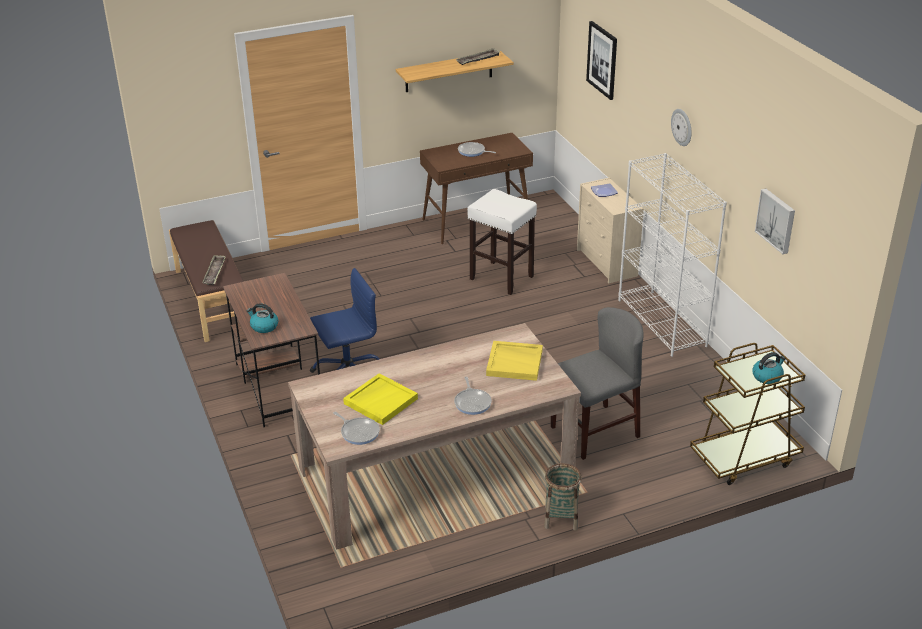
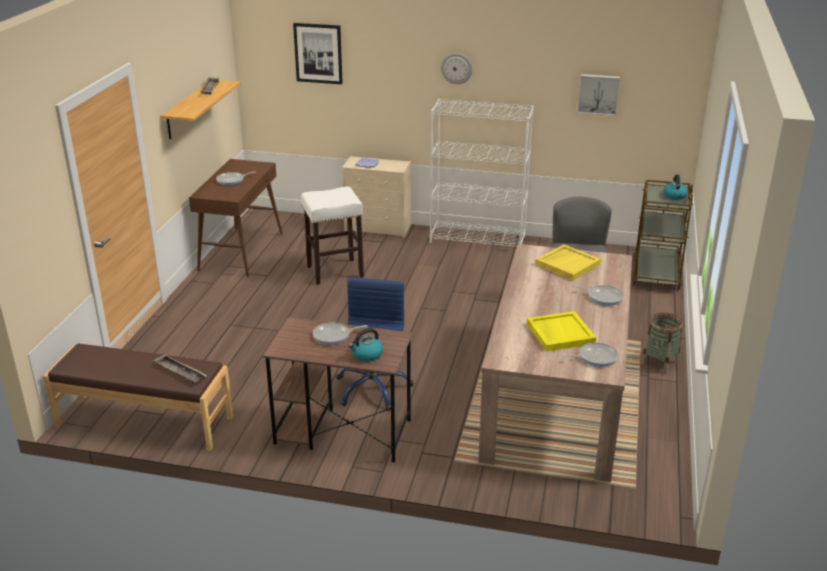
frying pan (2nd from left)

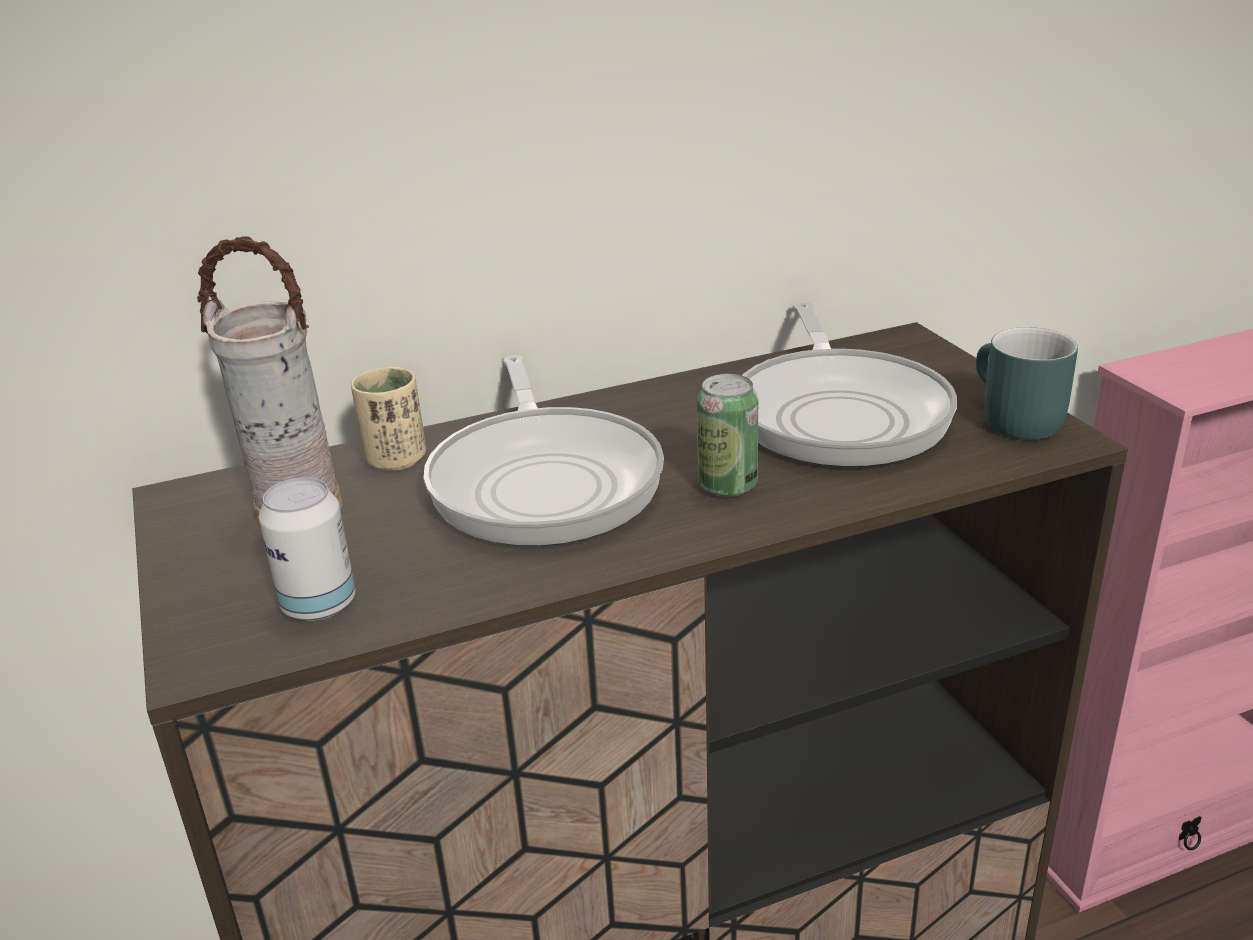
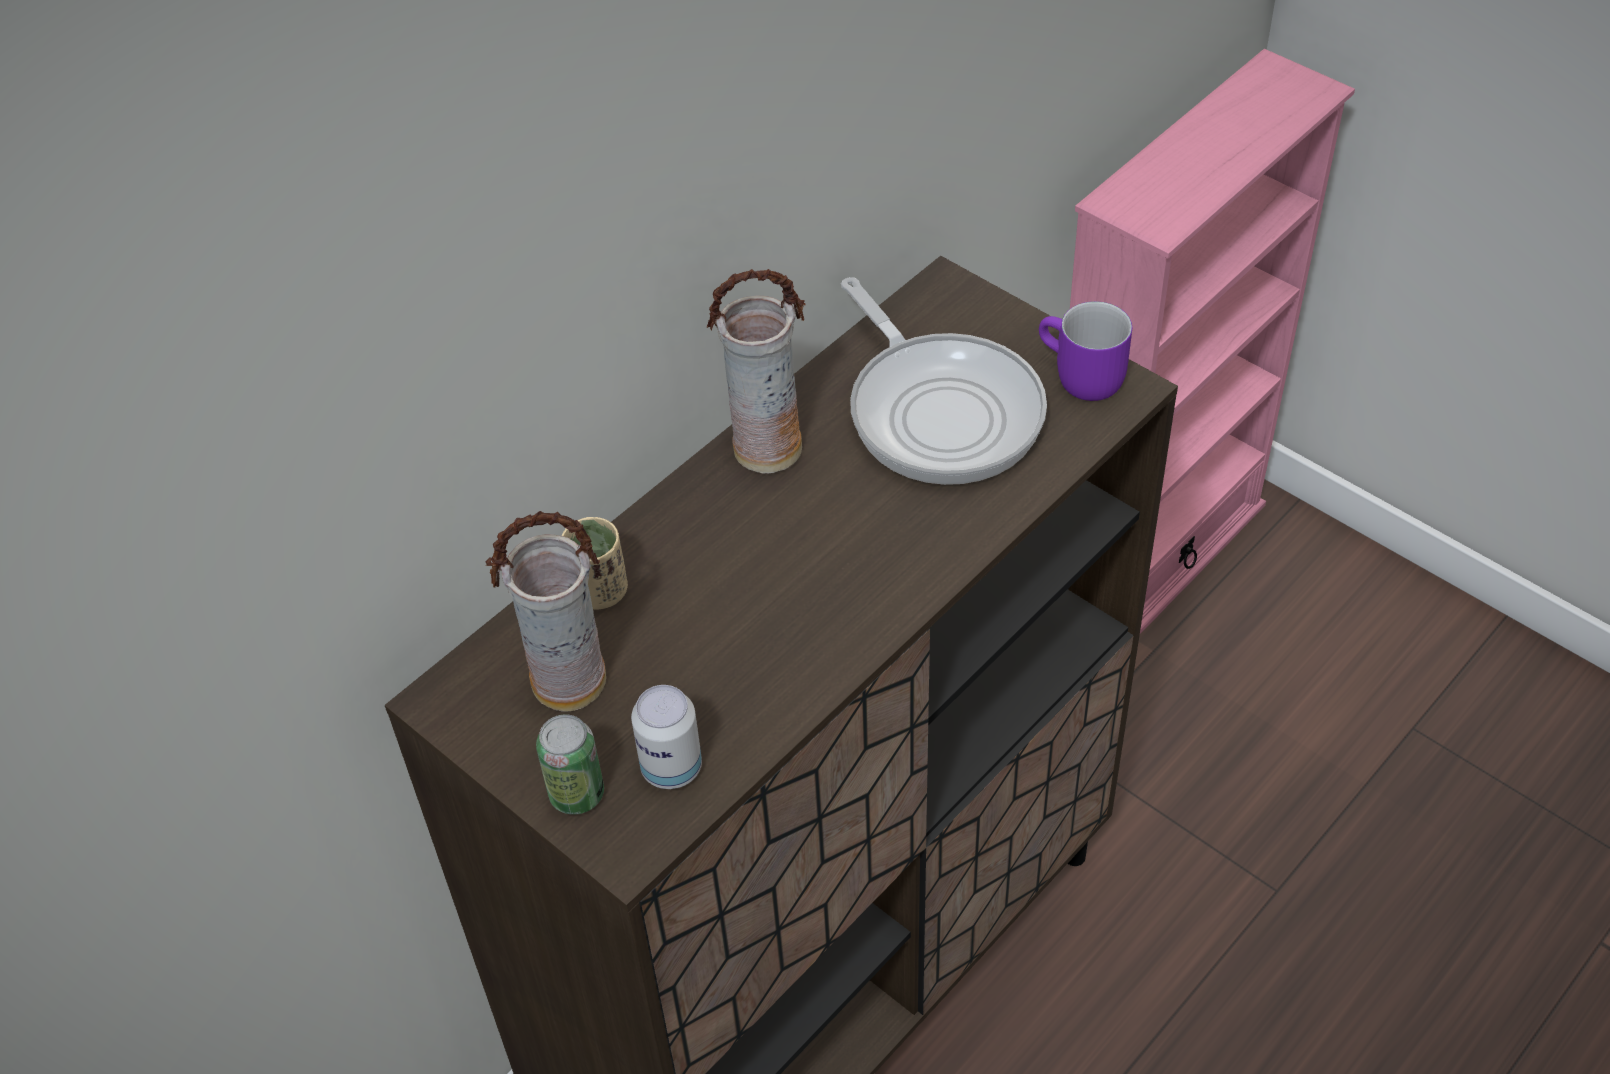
frying pan (1st from left in the first image)
decorative vase (2nd from left)
metal can (1st from left)
purple-coloured coffee mug

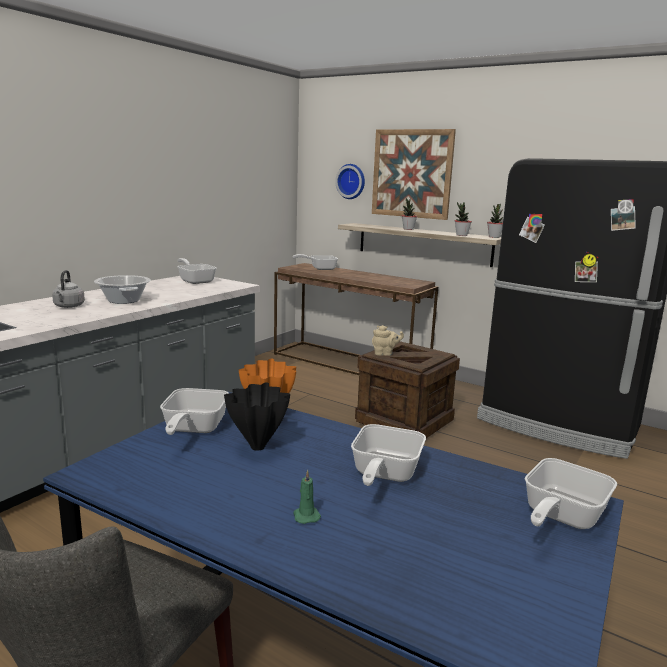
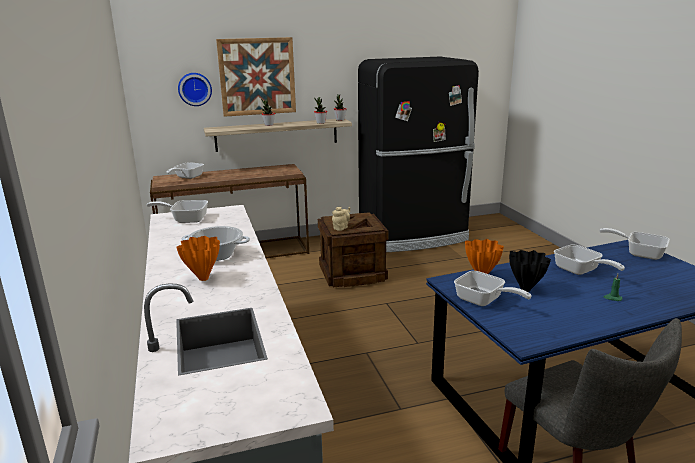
orange-coloured decorative vase (1st from left)
frying pan (5th from left)

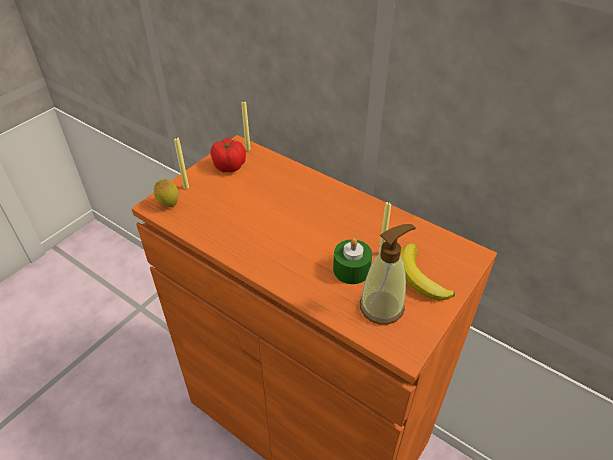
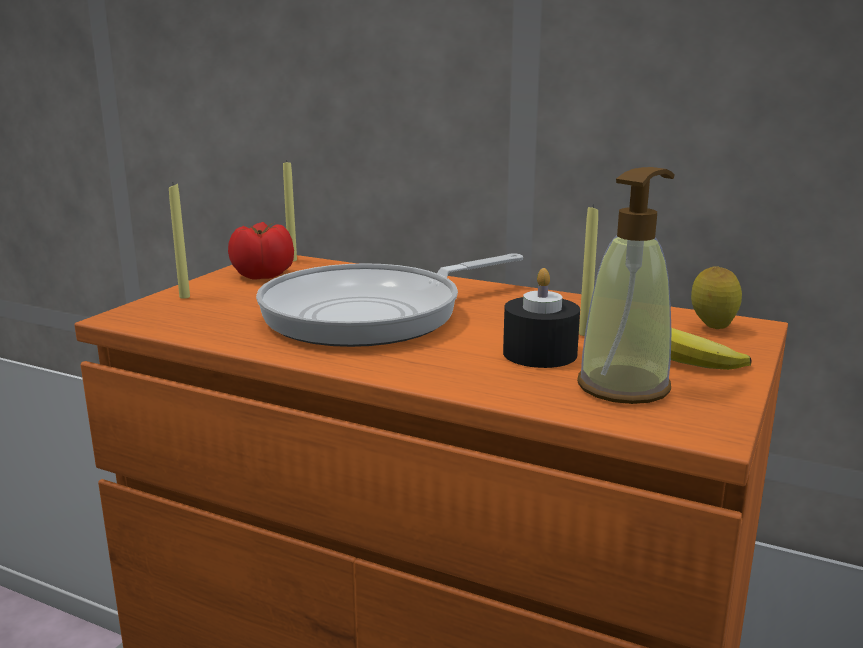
frying pan
citrus fruit
black wax light

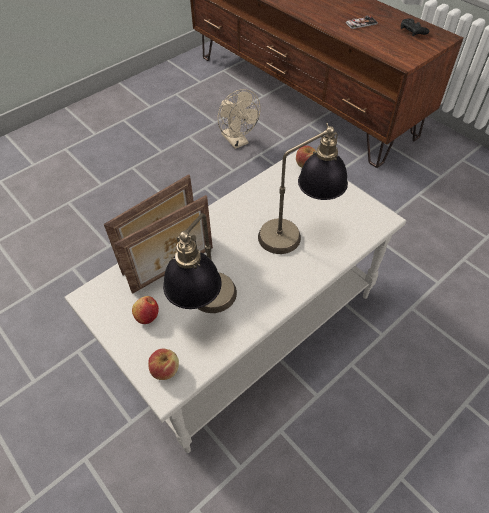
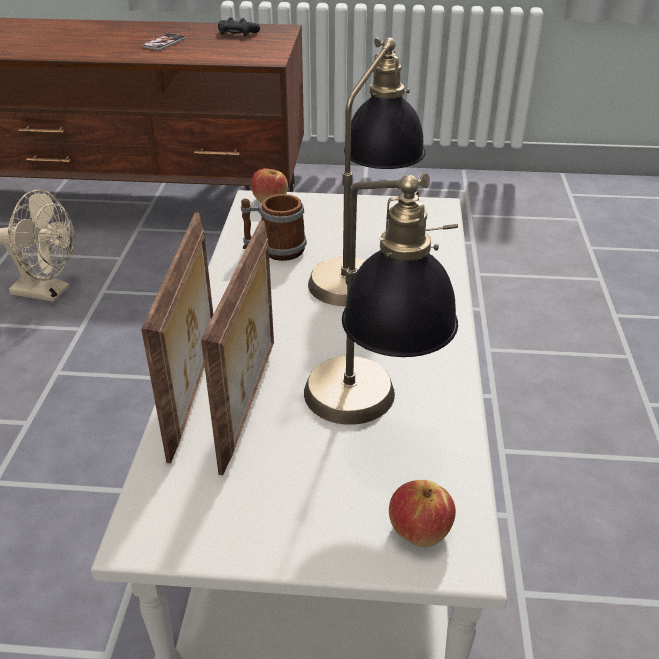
apple (1st from left in the first image)
coffee mug

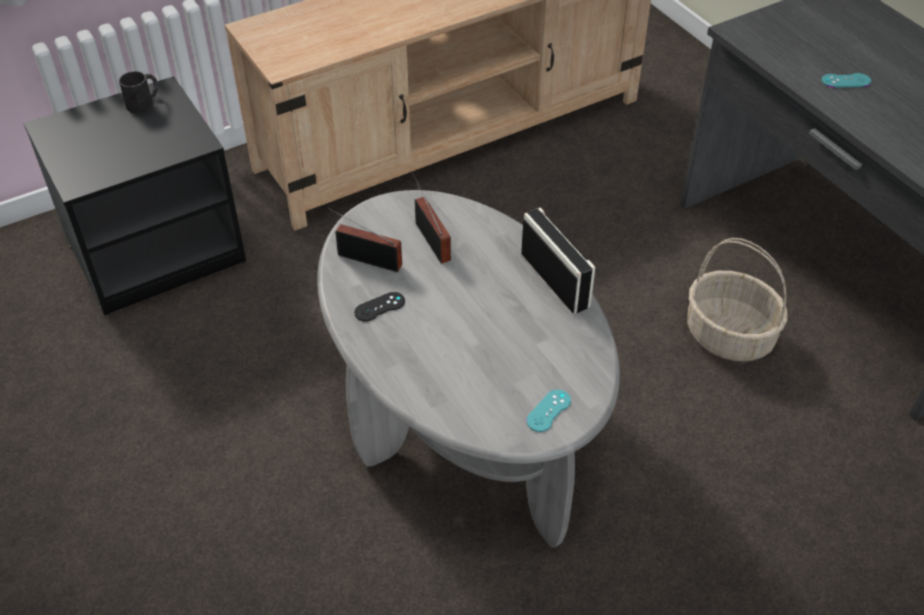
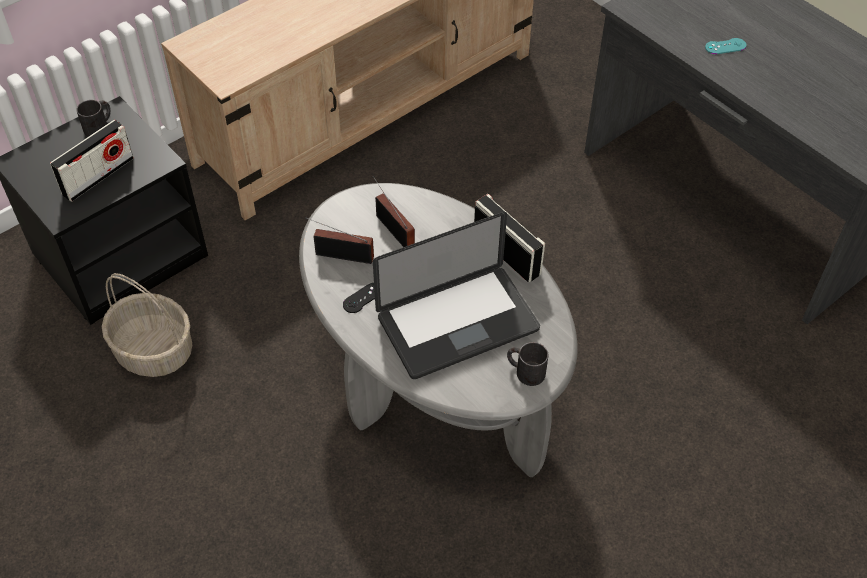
radio (1st from left)
notebook computer
storage basket
black coffee mug (2nd from left)

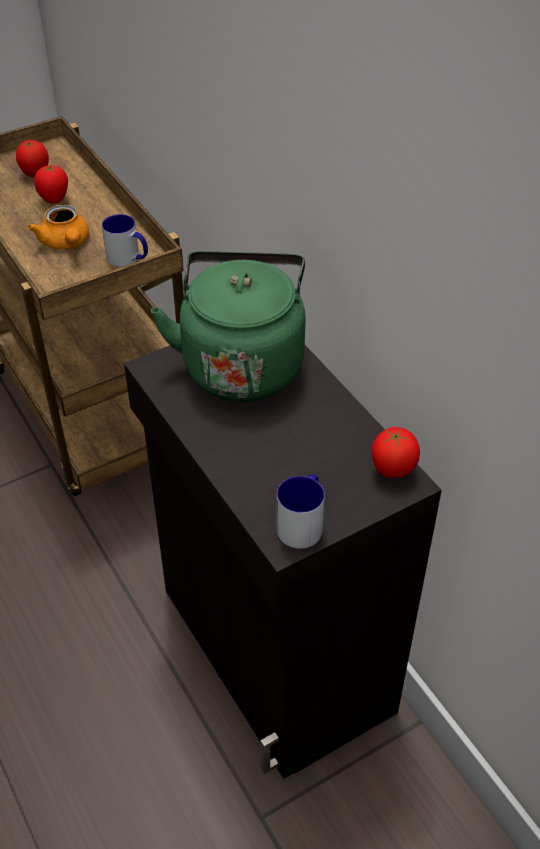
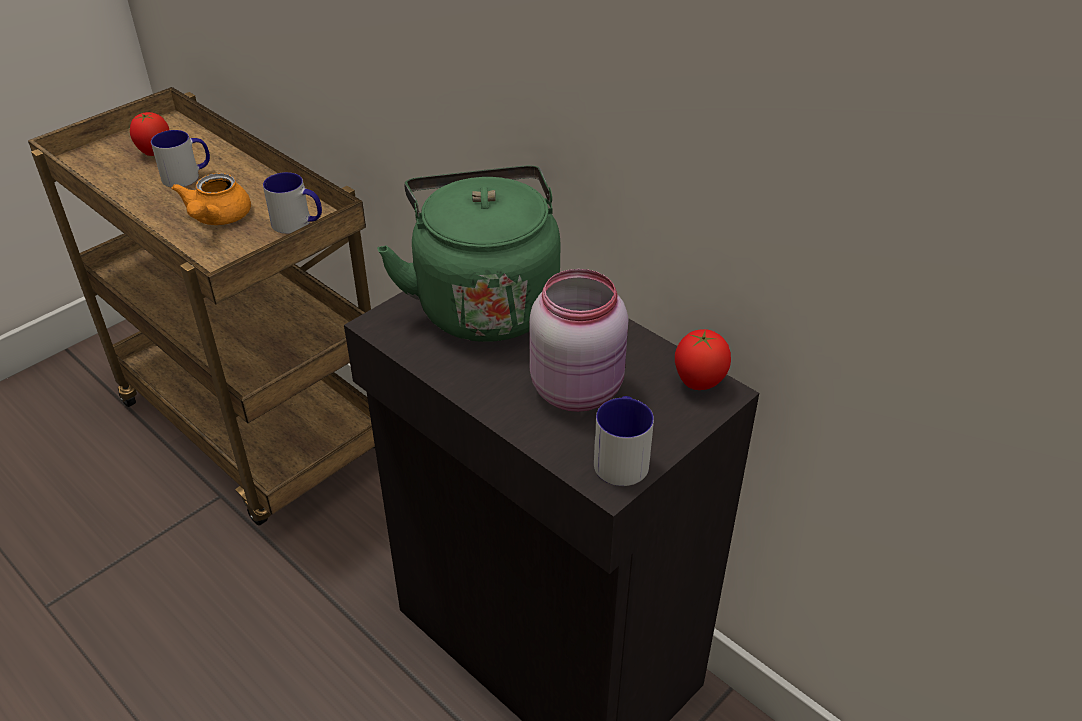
pink preserve jar
coffee mug (1st from left)
orange-coloured teapot

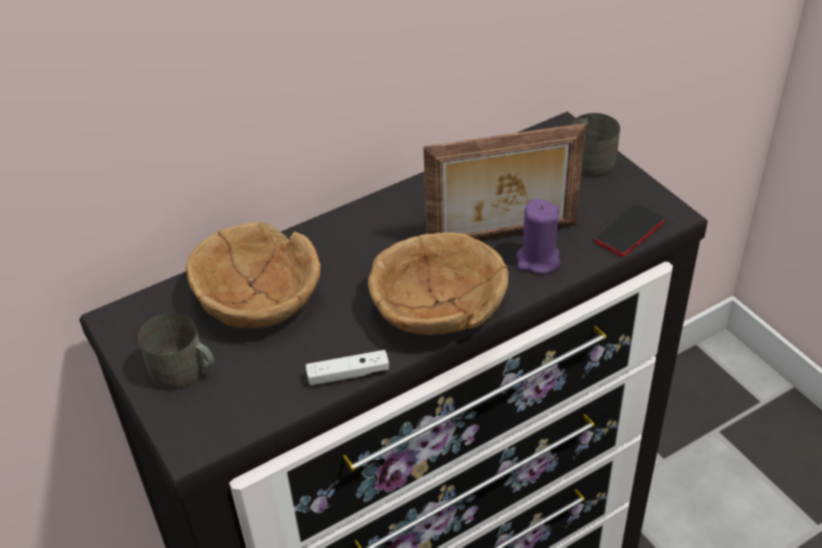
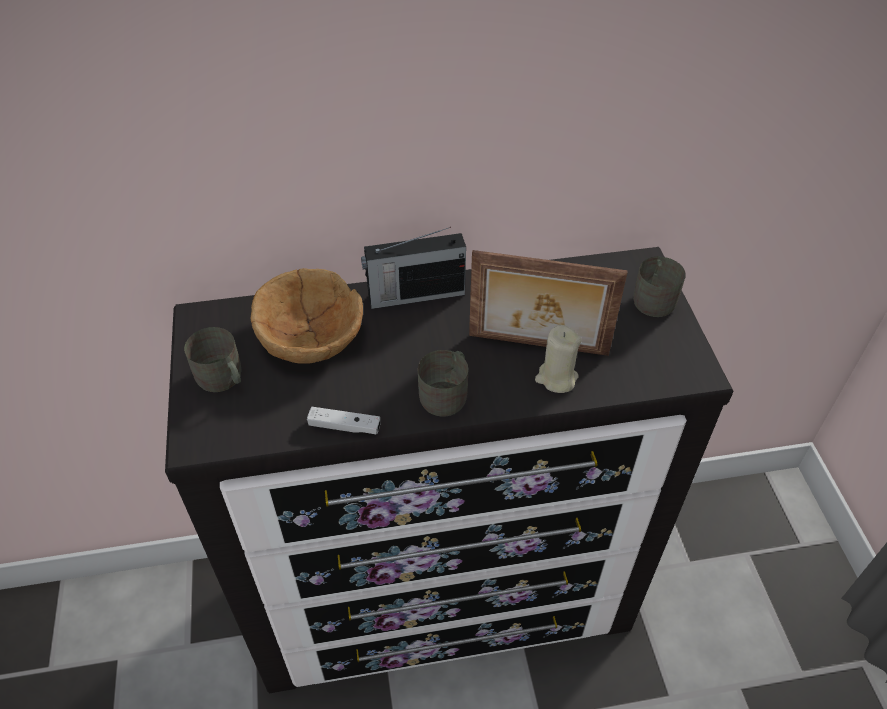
telephone
radio
greyish coffee mug (2nd from left)
beige wax light

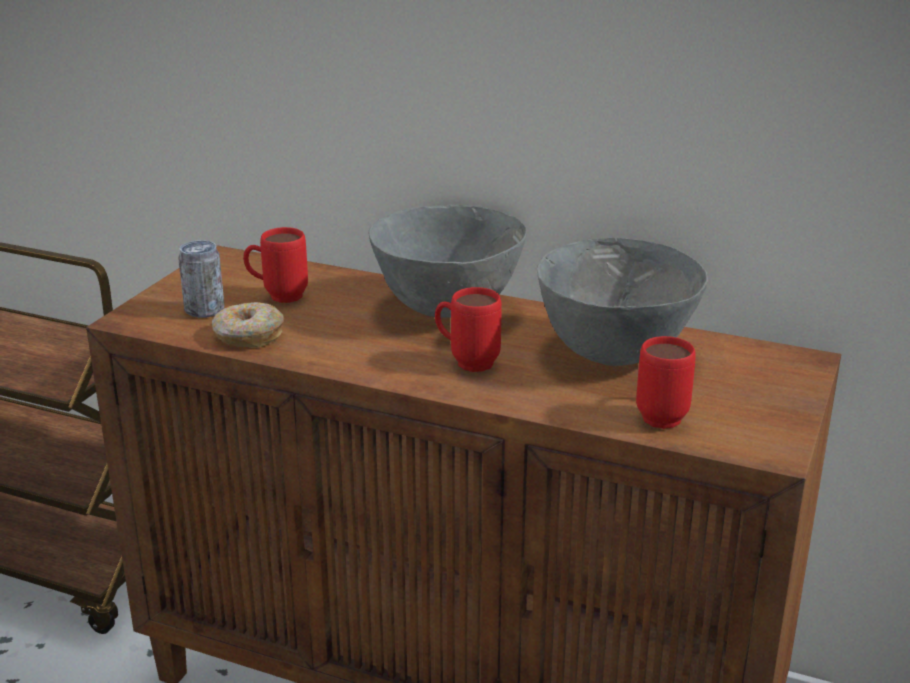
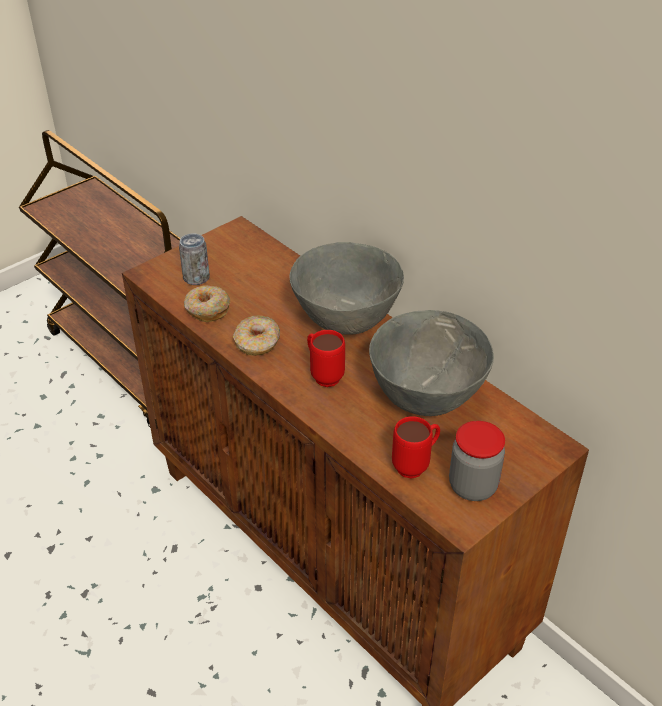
red coffee mug (1st from left in the first image)
ring doughnut (2nd from left)
preserve jar

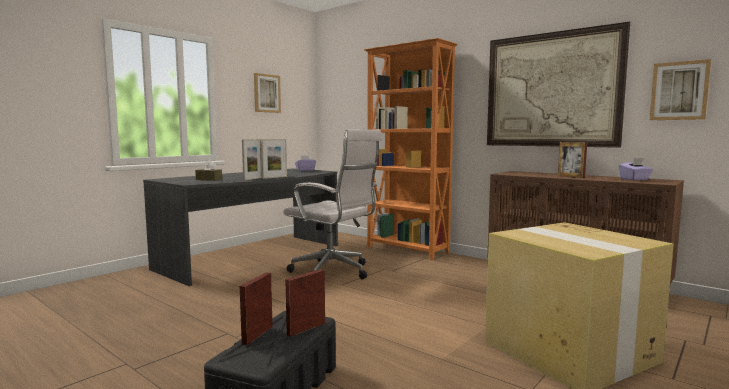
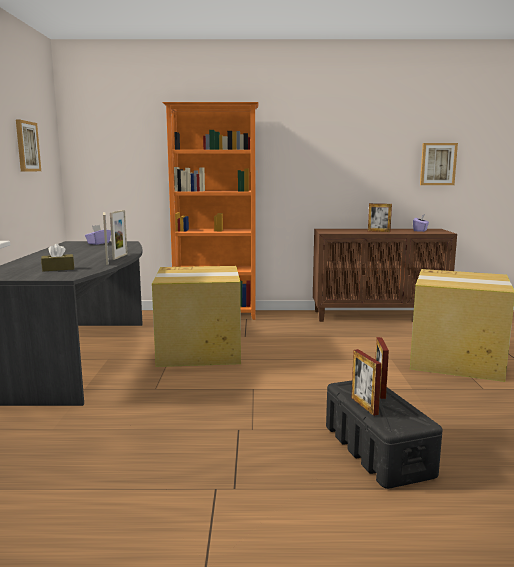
wall art (2nd from left in the first image)
carton (1st from left)

